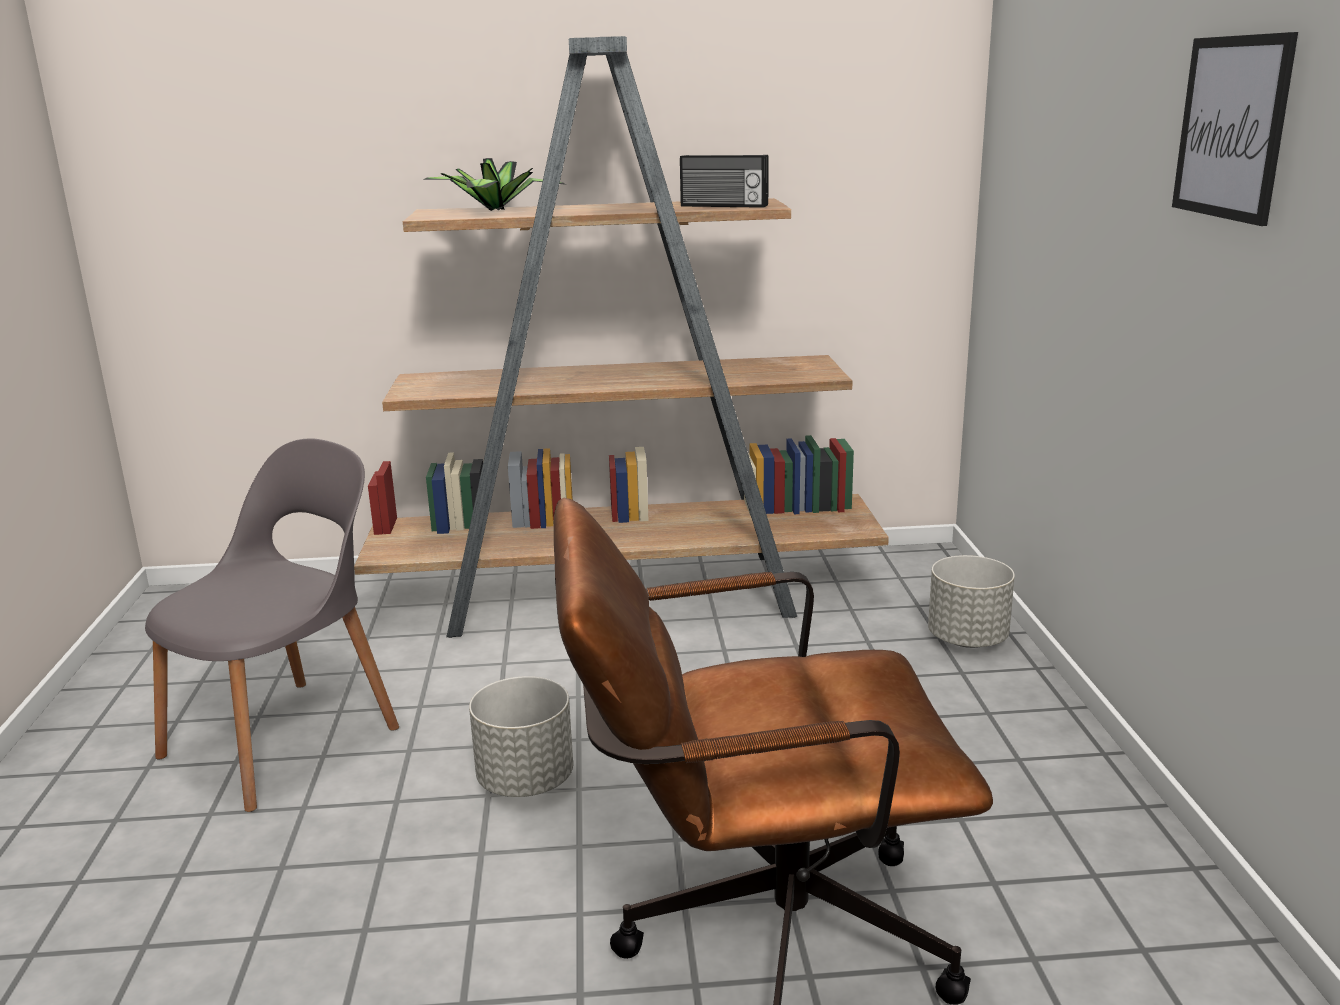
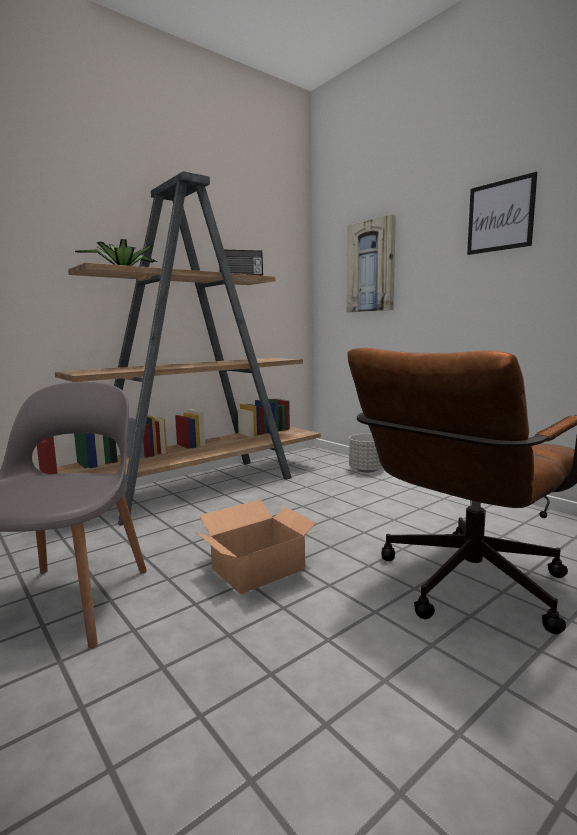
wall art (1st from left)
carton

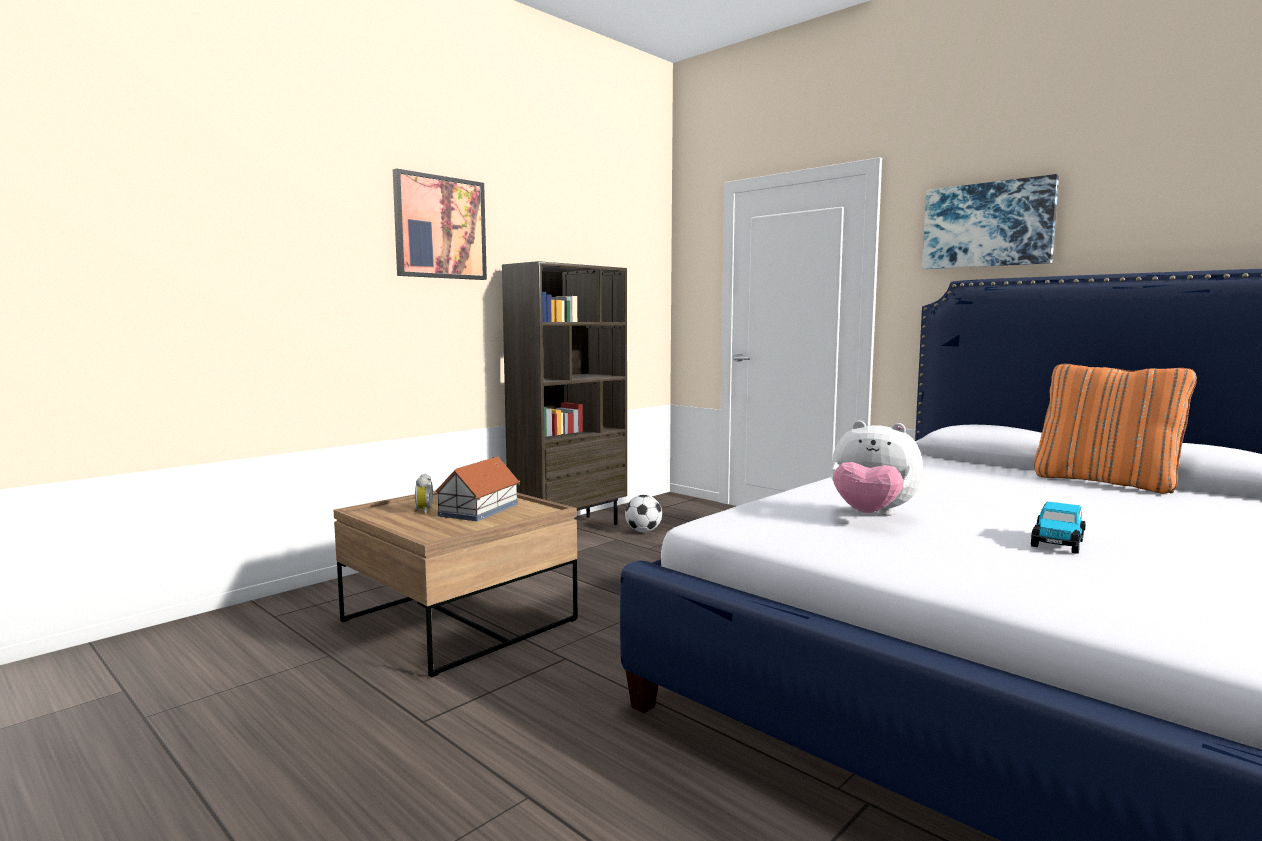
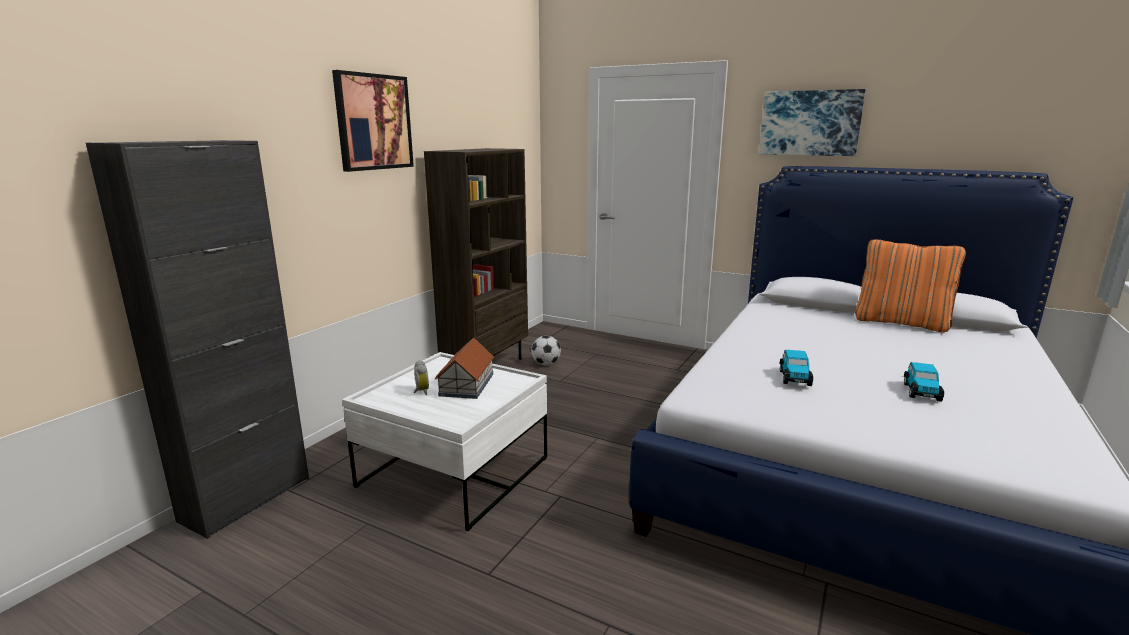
black cabinet
model car (1st from left)
whitish lounge table

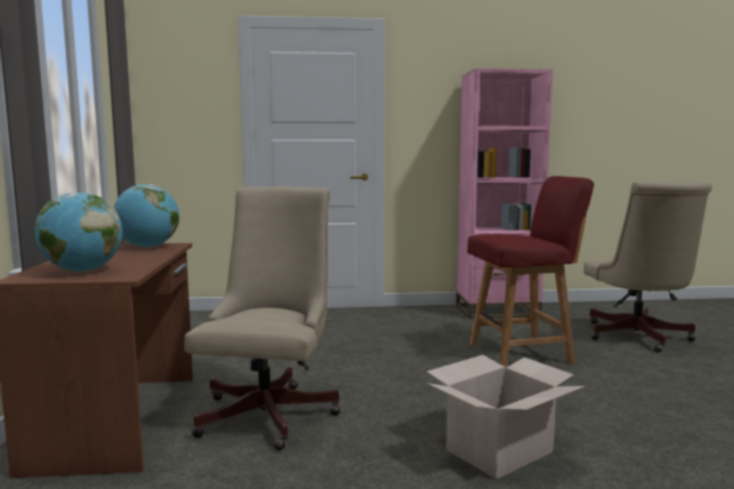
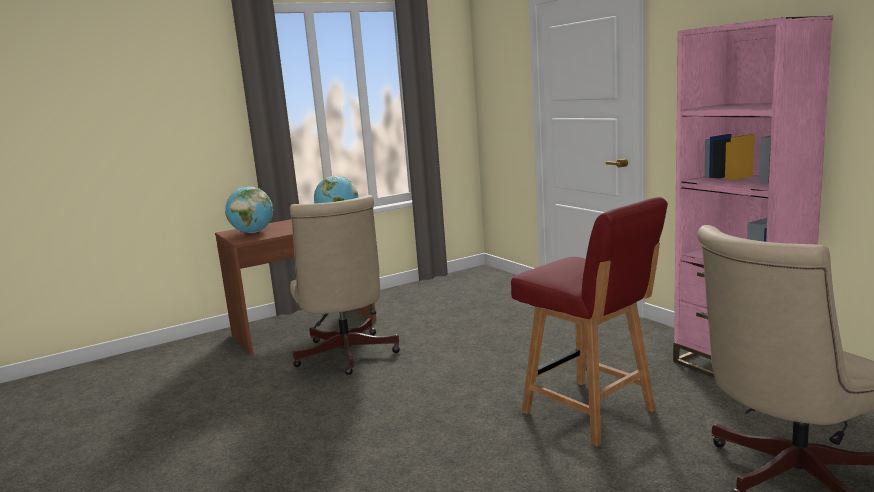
carton
beige computer chair (1st from left)

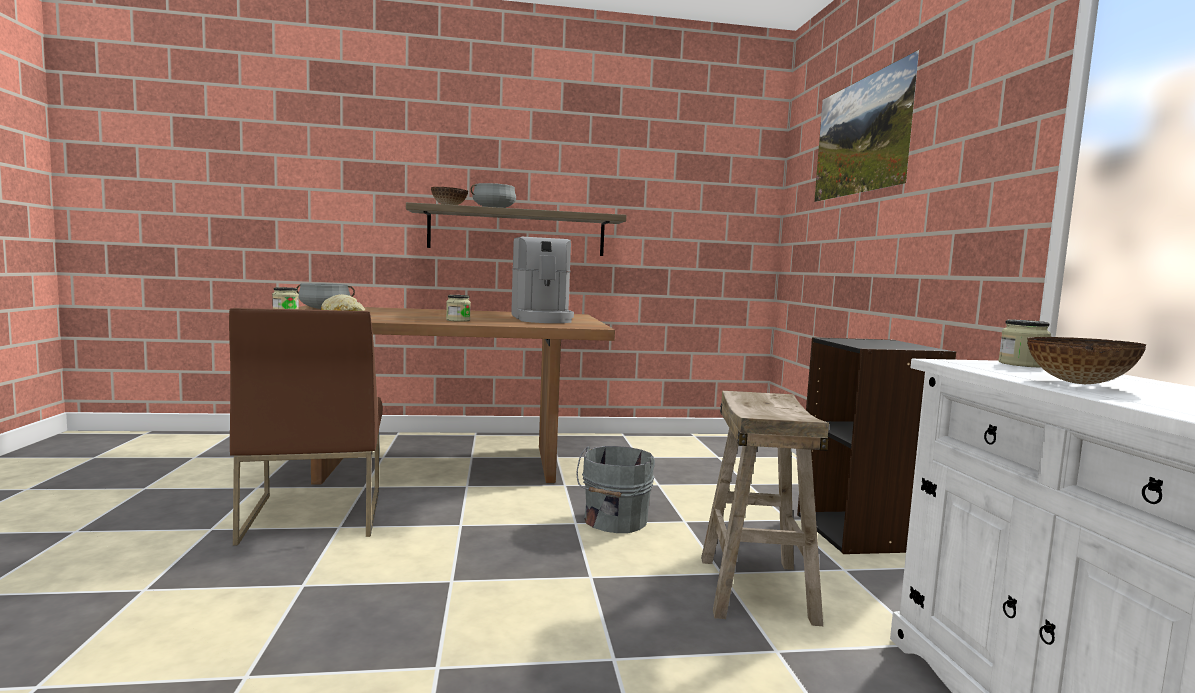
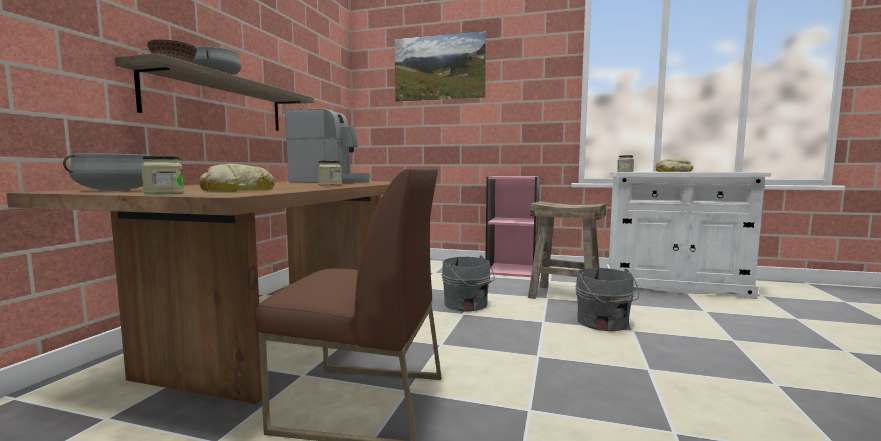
greyish bucket (2nd from left)
baked bread (2nd from left)
pink bookshelf

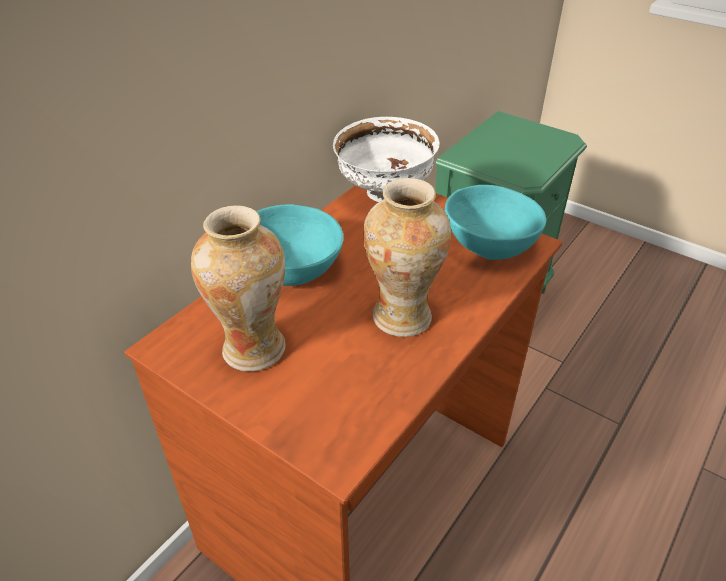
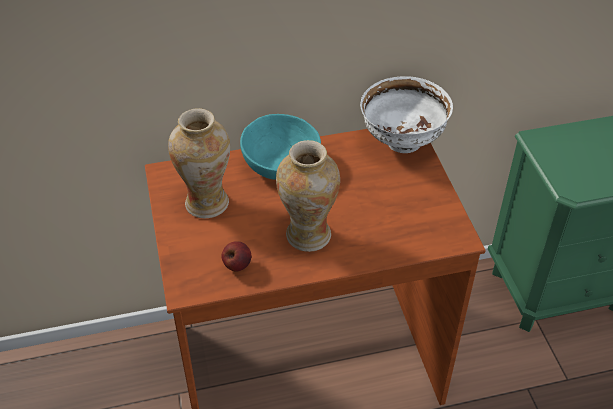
turquoise deep dish (2nd from left in the first image)
apple

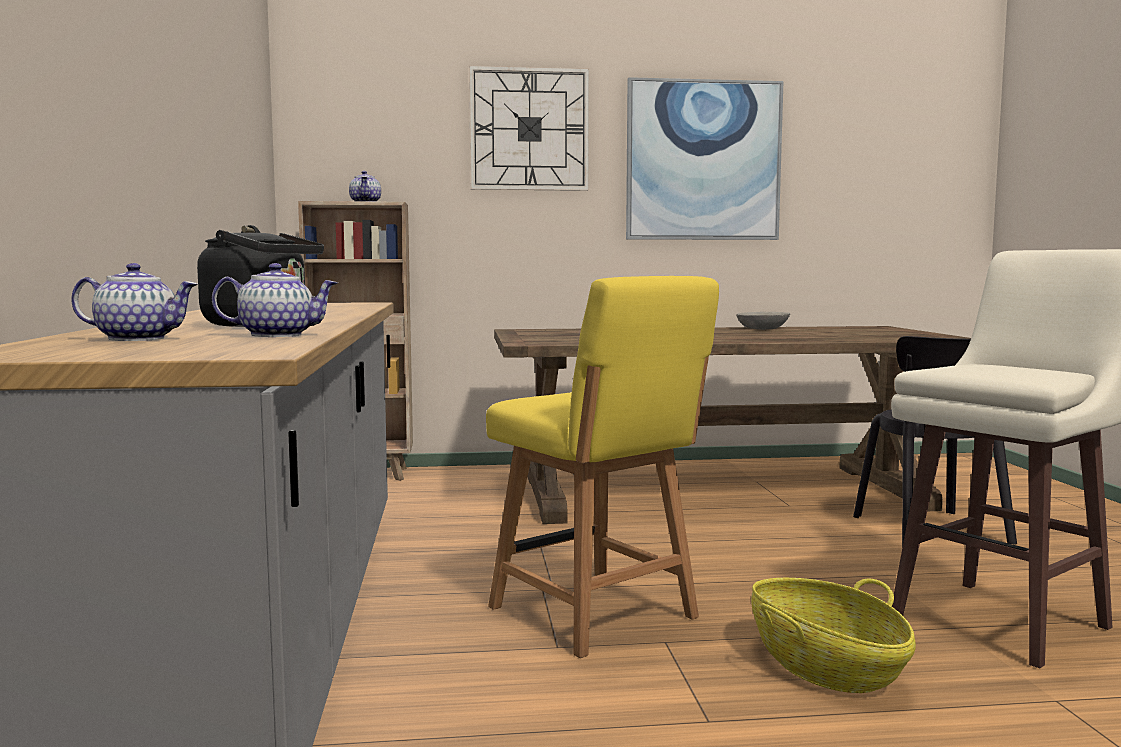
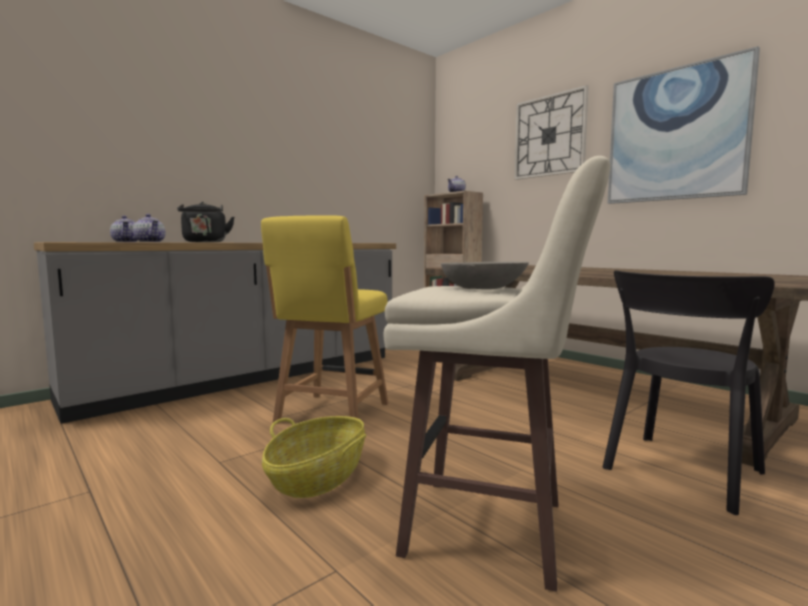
greyish deep dish

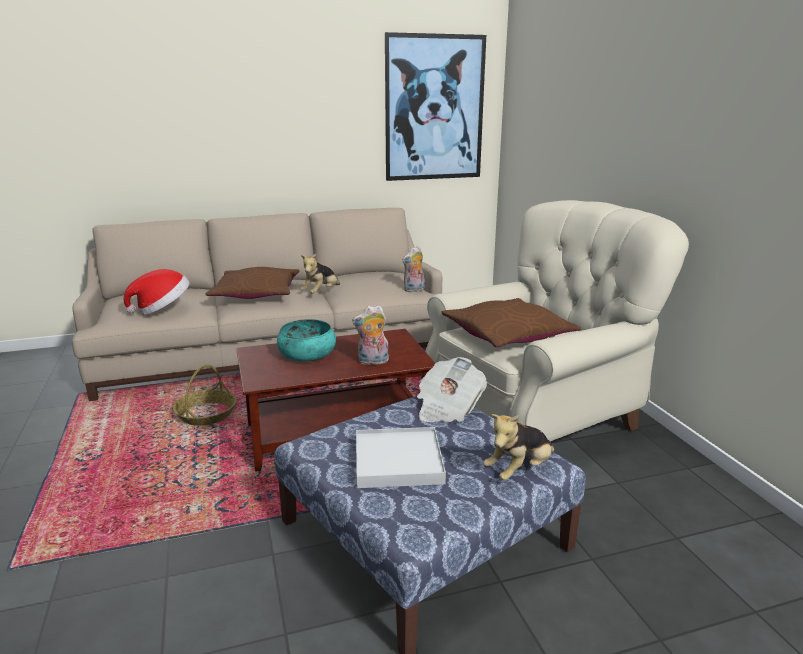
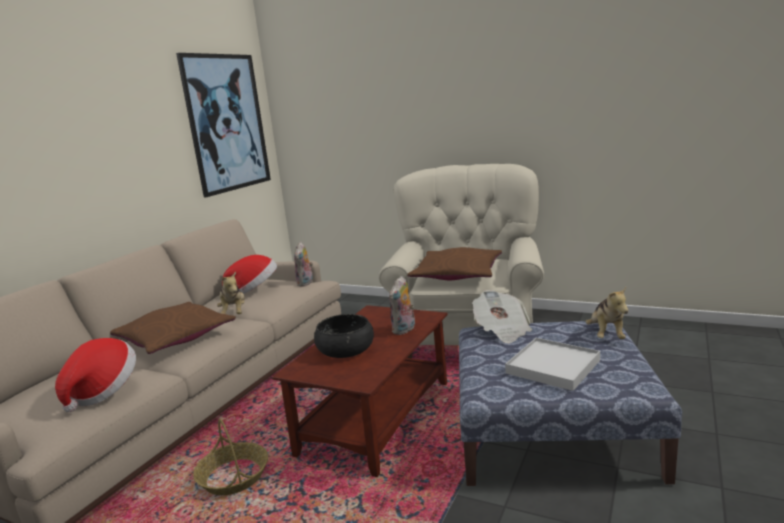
clothing hat (2nd from left)
black deep dish

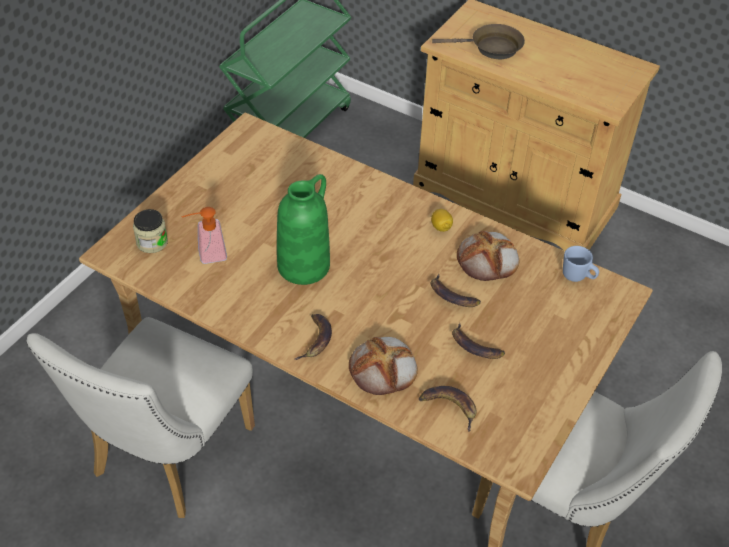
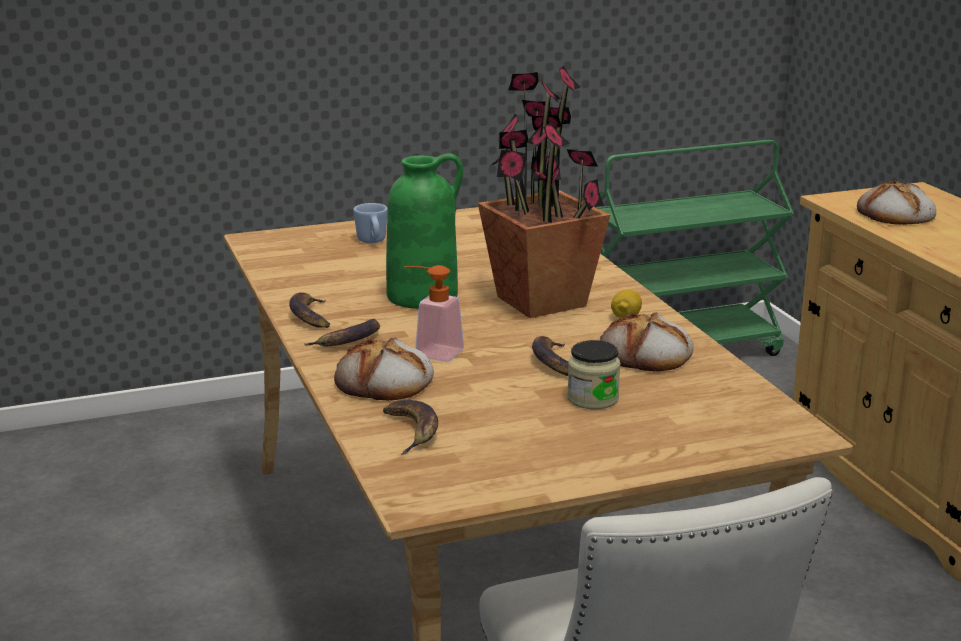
whitish chair (1st from left in the first image)
plant in a pot
preserve jar
liquid soap bottle
whole banana (1st from left)
bluish coffee mug
baked bread (3rd from left)

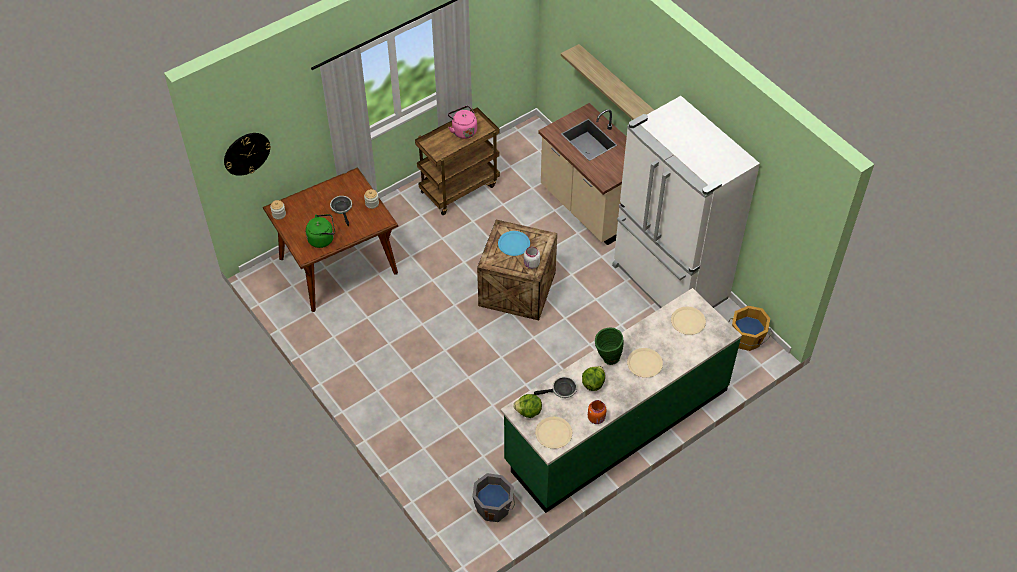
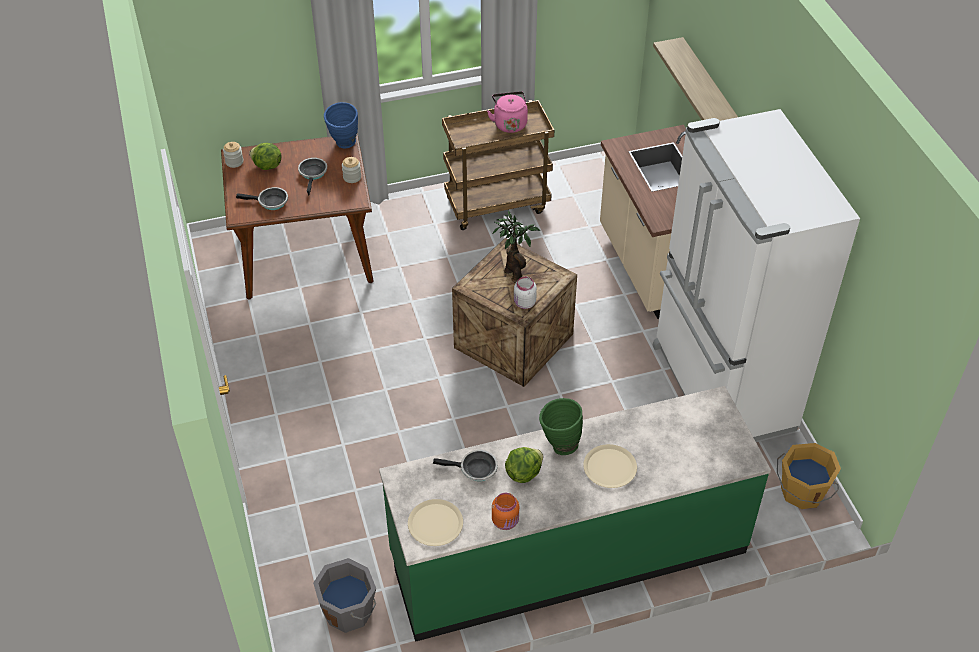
clock on the wall
beige dinner plate (3rd from left in the first image)
bluish decorative vase
lettuce head (1st from left)
frying pan (1st from left)
plant in a pot

